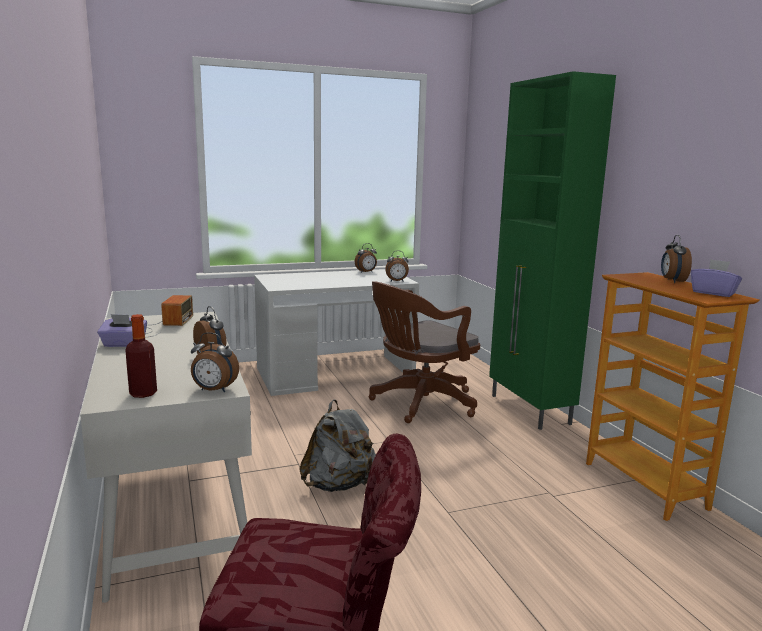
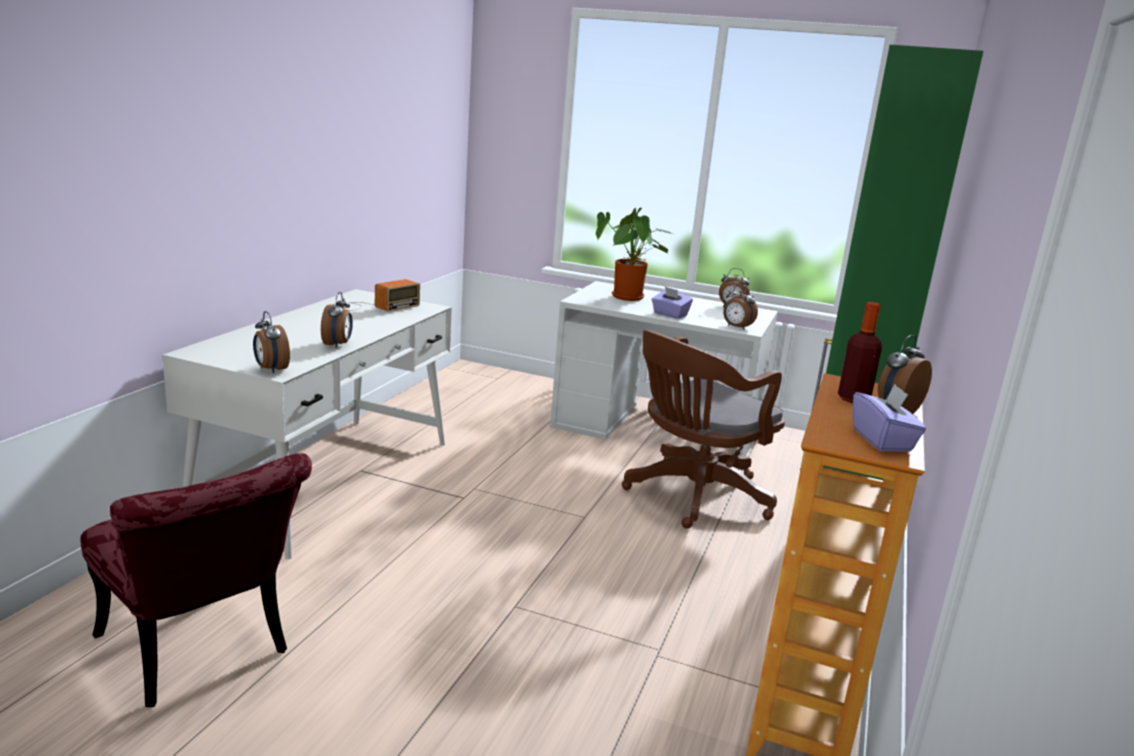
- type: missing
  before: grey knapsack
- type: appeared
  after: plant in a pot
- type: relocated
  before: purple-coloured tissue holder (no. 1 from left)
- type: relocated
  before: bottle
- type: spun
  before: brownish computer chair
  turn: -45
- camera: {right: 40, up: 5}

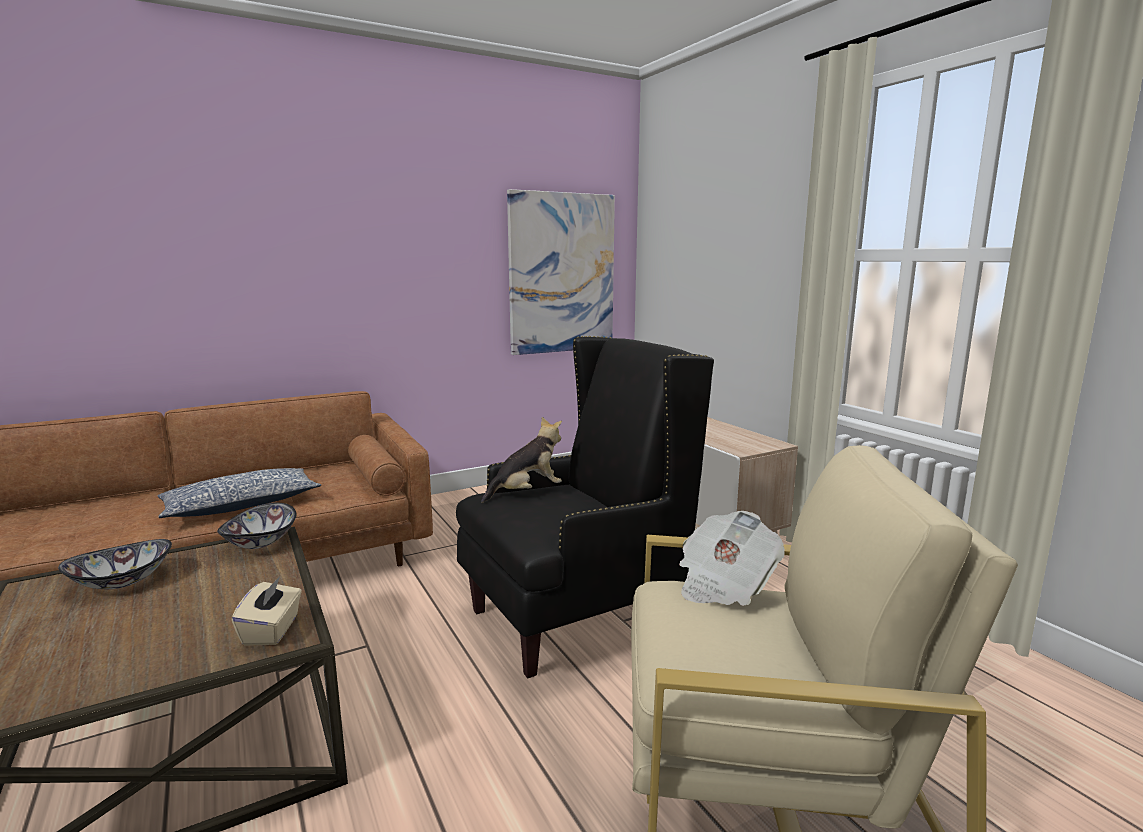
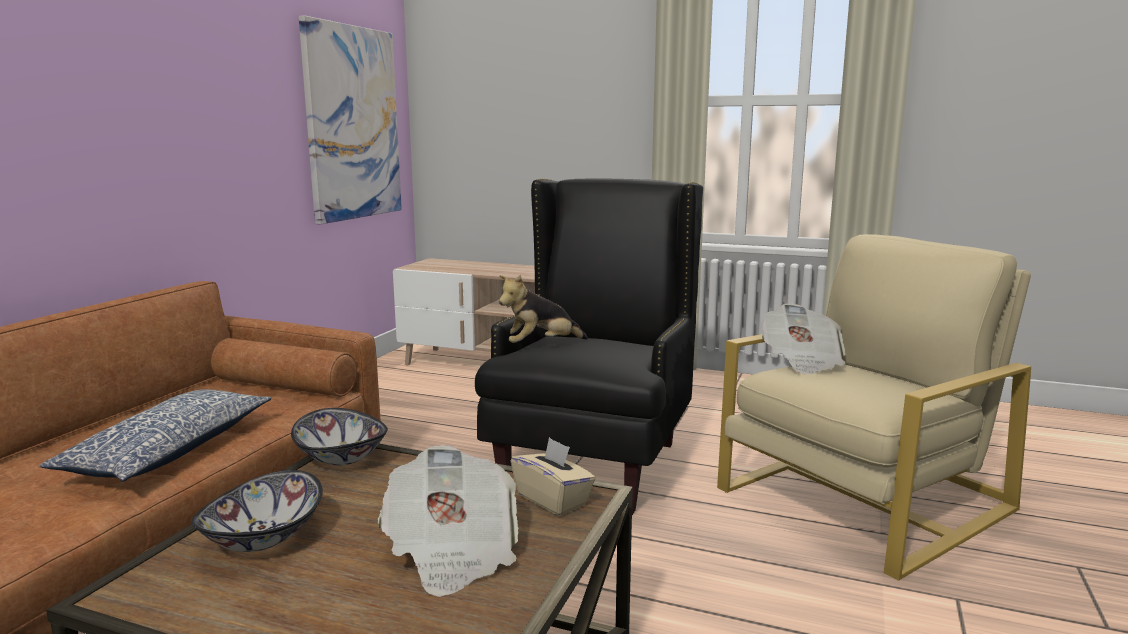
- type: appeared
  after: newspaper (no. 1 from left)
- type: spun
  before: plush toy
  turn: -135
- camera: {right: -40, up: 0}

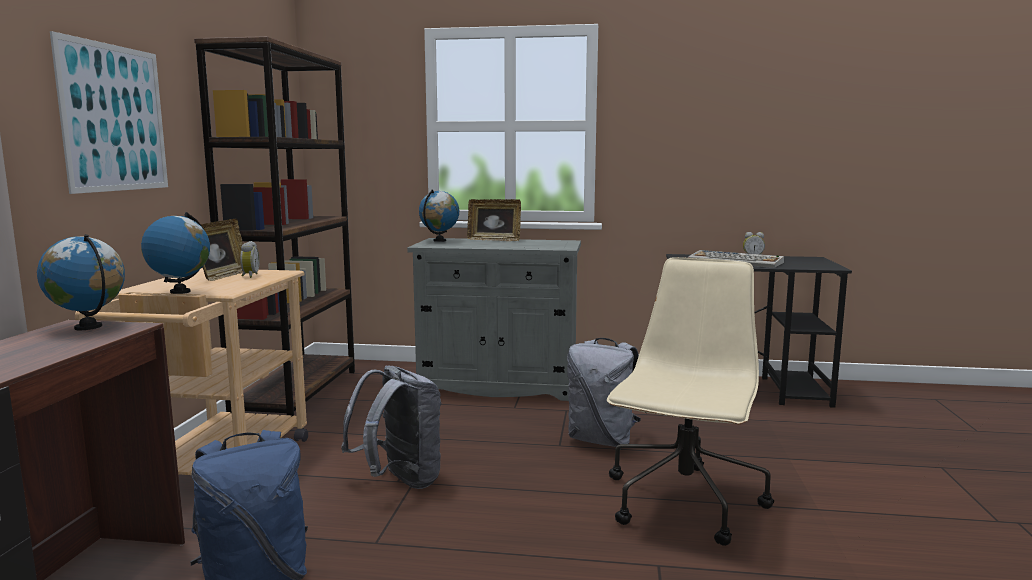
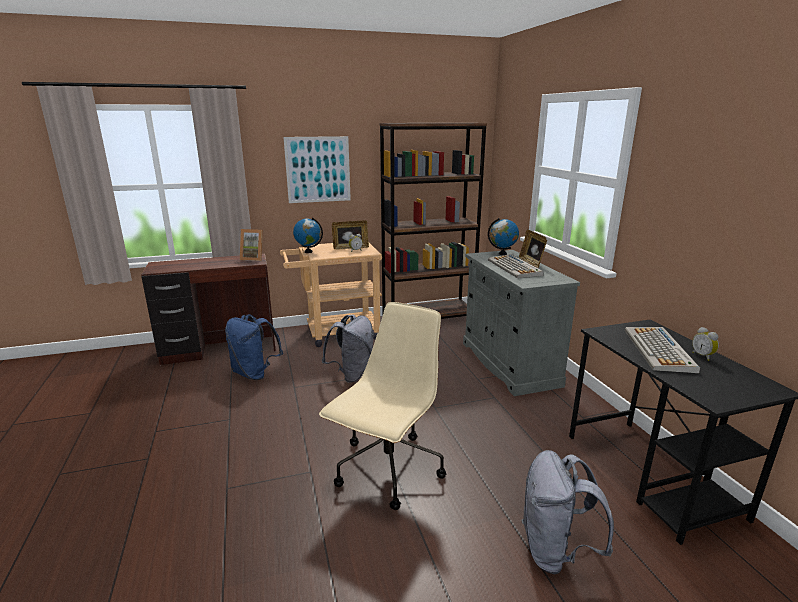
- type: appeared
  after: PC keyboard (no. 1 from left)
- type: relocated
  before: grey knapsack (no. 2 from left)
- type: exchanged
  before: world globe (no. 1 from left)
  after: photo frame (no. 1 from left)
- type: spun
  before: beige computer chair
  turn: -60
- camera: {right: 65, up: 10}

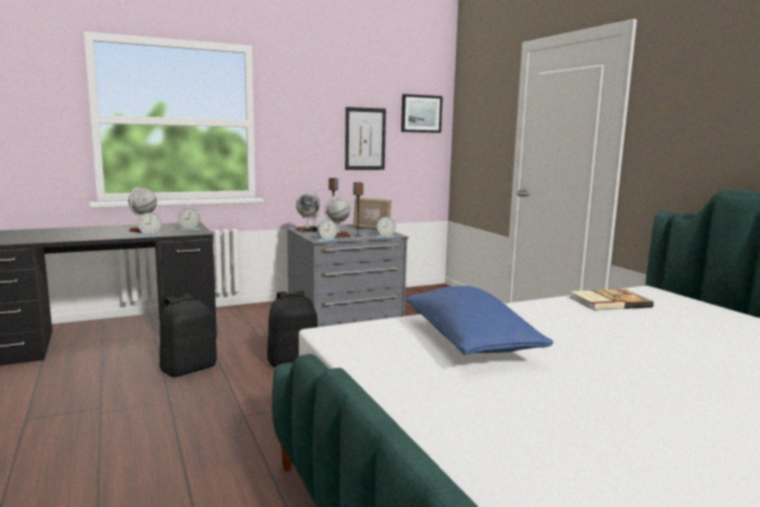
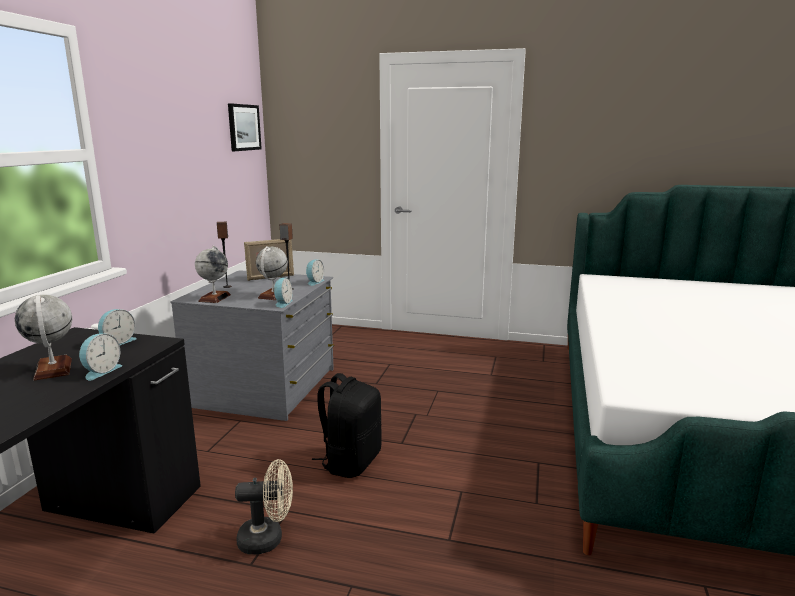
- type: missing
  before: picture (no. 1 from left)
- type: missing
  before: blue-coloured throw pillow
- type: missing
  before: volume
- type: exchanged
  before: black knapsack (no. 1 from left)
  after: beige electric fan
- camera: {right: -50, up: 5}

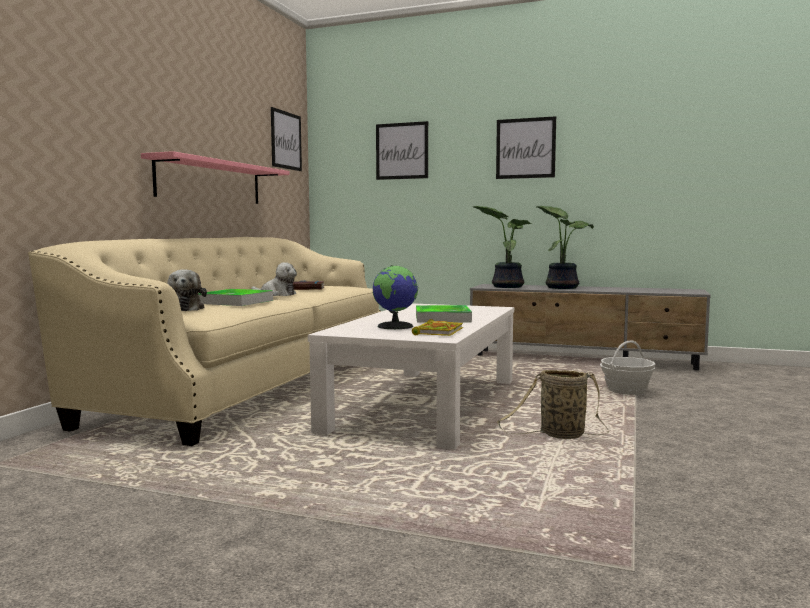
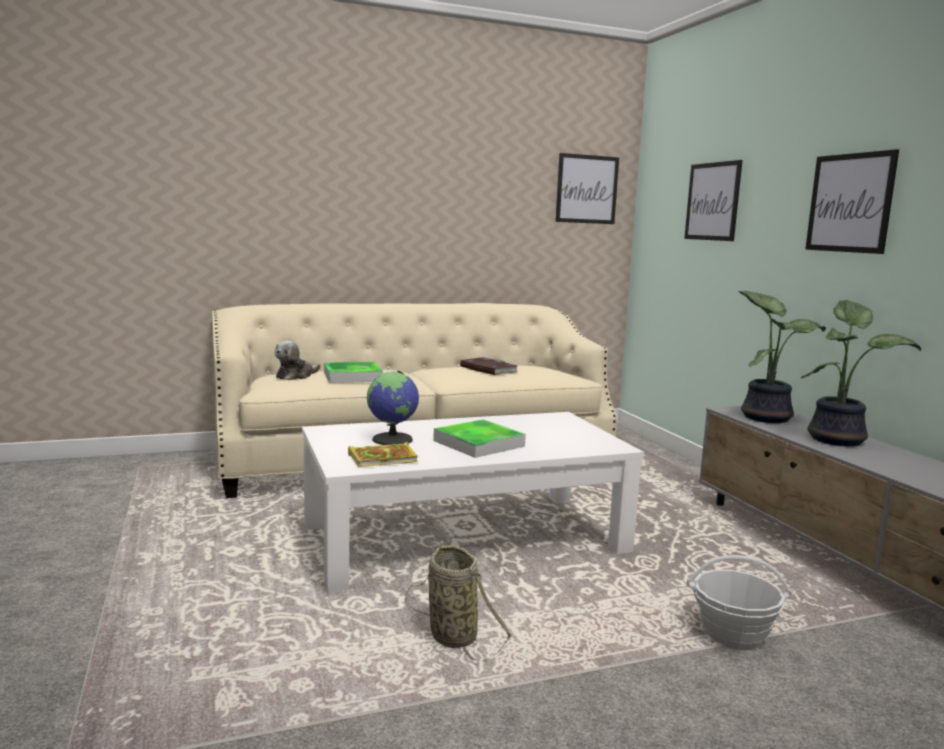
- type: missing
  before: pink wall shelf
- type: missing
  before: plush toy (no. 2 from left)
- camera: {right: 50, up: 5}

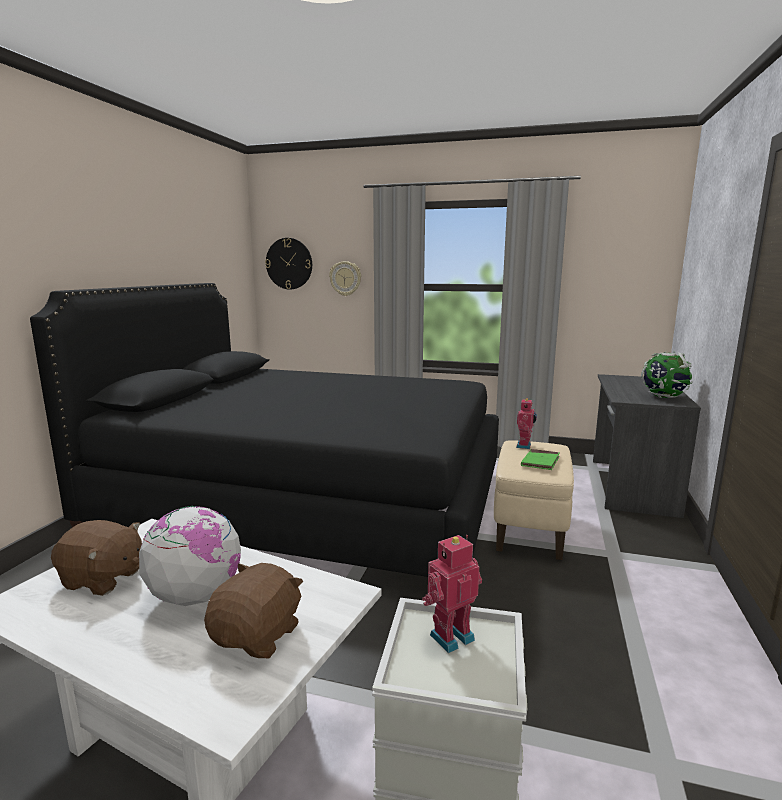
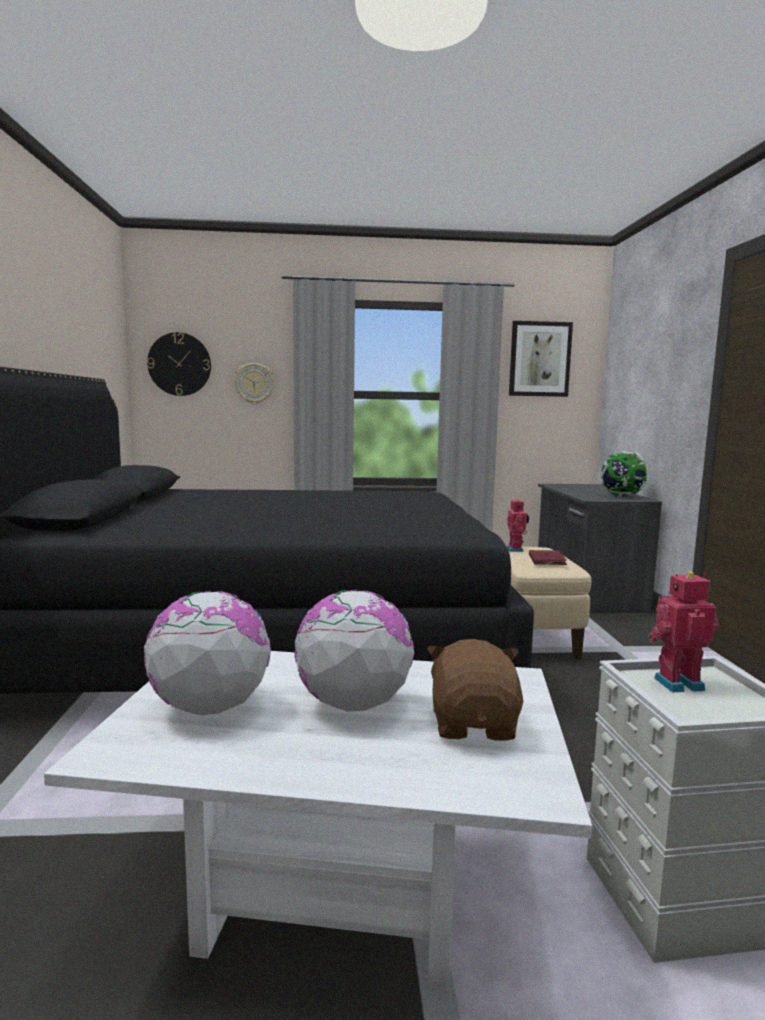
- type: appeared
  after: picture
- type: exchanged
  before: brownish plush toy (no. 1 from left)
  after: world globe (no. 1 from left)
- type: colour
  before: green-coloured volume
  after: red-coloured volume
- type: spun
  before: model robot (no. 1 from left in the first image)
  turn: 45
- camera: {right: -20, up: -5}

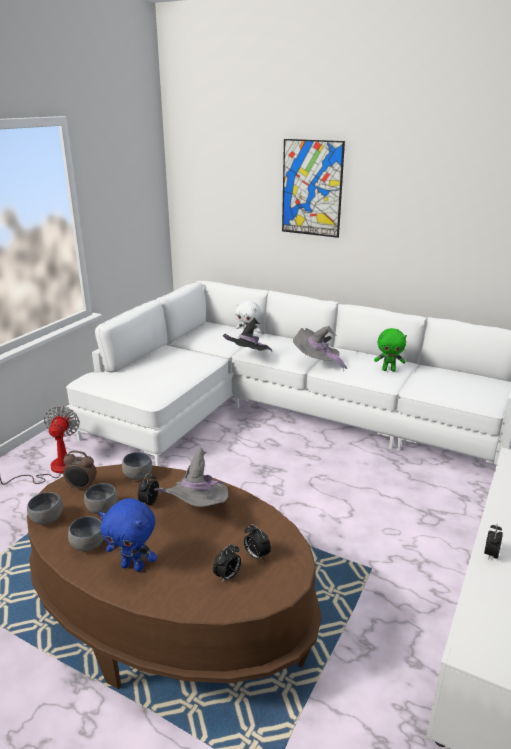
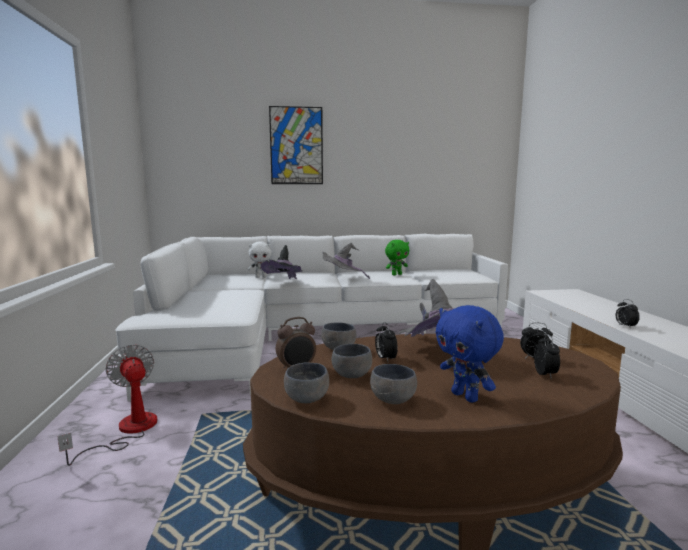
- type: spun
  before: blue-coloured plush toy
  turn: 75
- camera: {right: -35, up: -15}

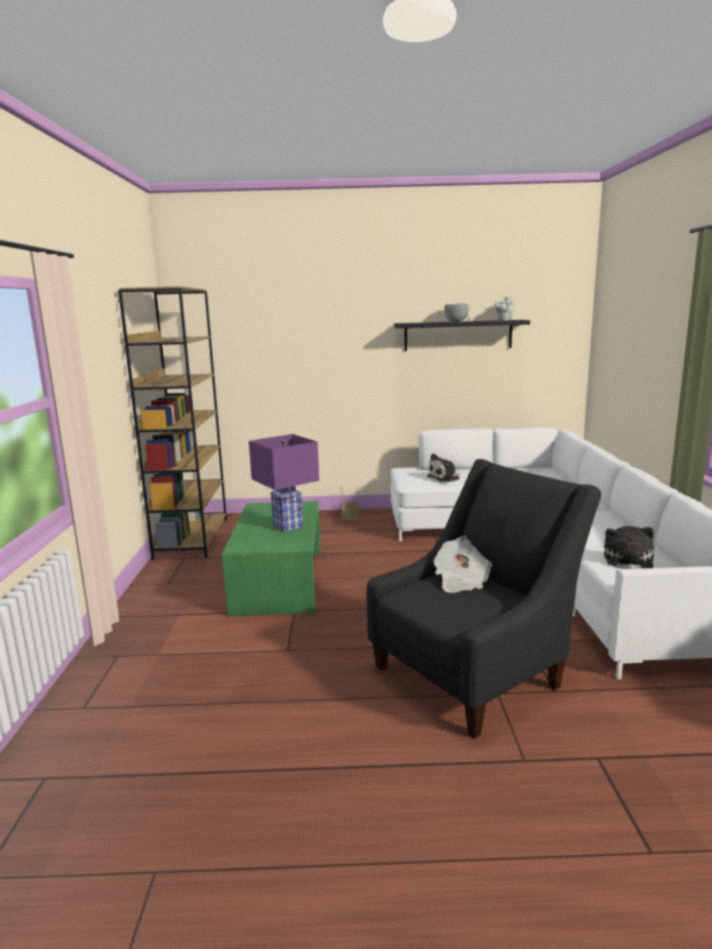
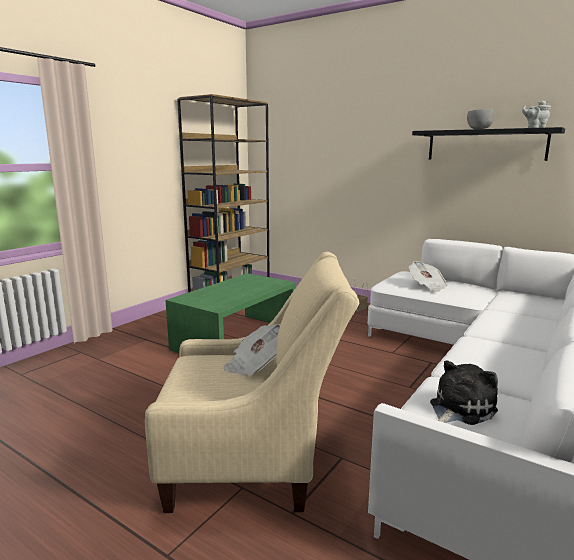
- type: missing
  before: purple-coloured tabletop lamp
- type: exchanged
  before: plush toy (no. 1 from left)
  after: newspaper (no. 2 from left)
- type: colour
  before: black armchair
  after: beige armchair
- camera: {right: 35, up: 0}

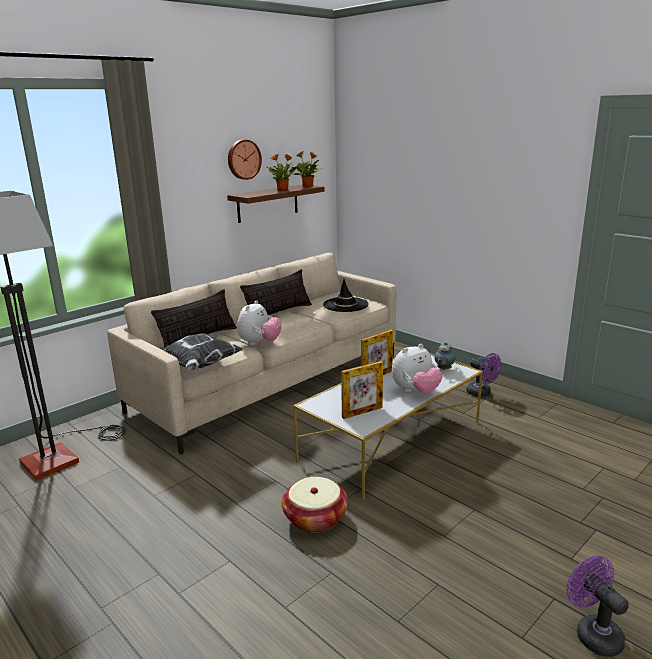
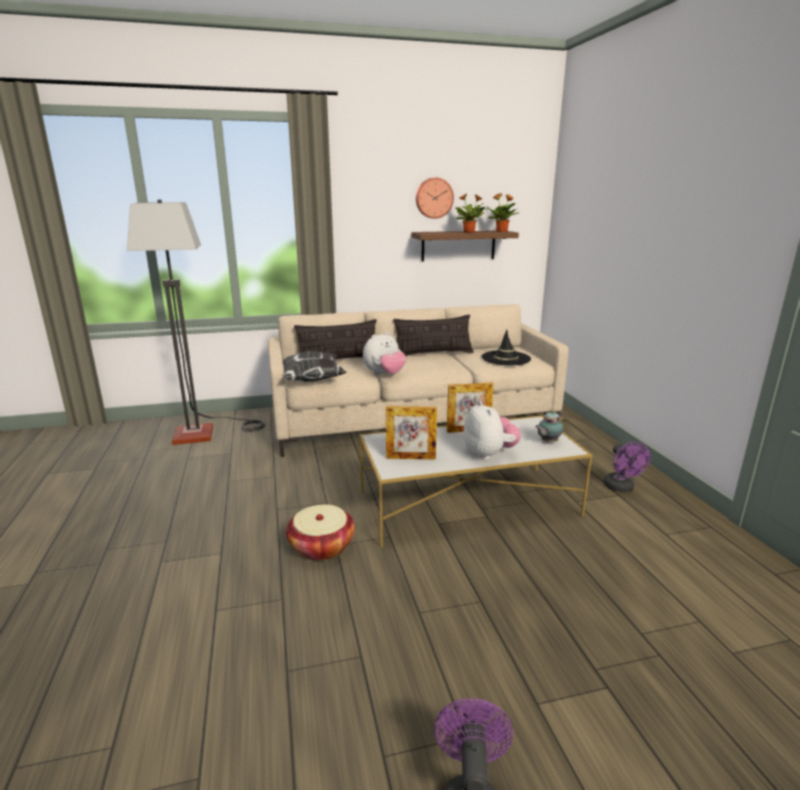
- type: spun
  before: plush toy (no. 2 from left)
  turn: -105
- camera: {right: 30, up: 0}

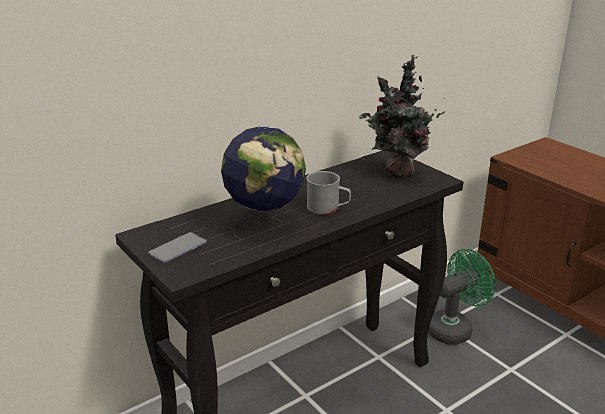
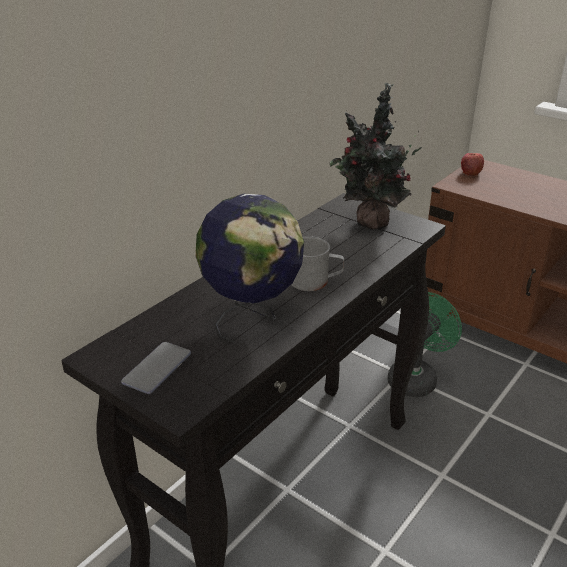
- type: appeared
  after: apple
- camera: {right: -15, up: 5}

